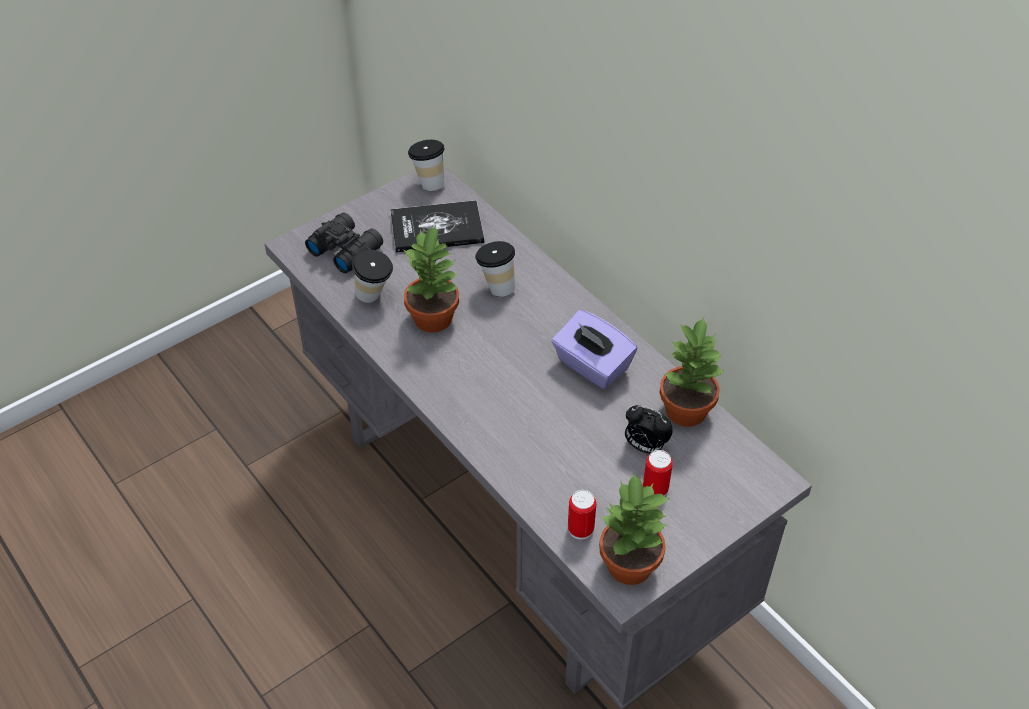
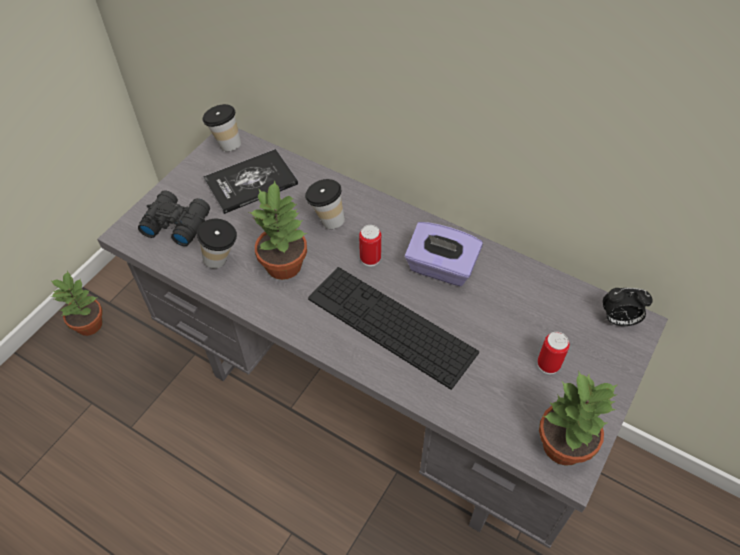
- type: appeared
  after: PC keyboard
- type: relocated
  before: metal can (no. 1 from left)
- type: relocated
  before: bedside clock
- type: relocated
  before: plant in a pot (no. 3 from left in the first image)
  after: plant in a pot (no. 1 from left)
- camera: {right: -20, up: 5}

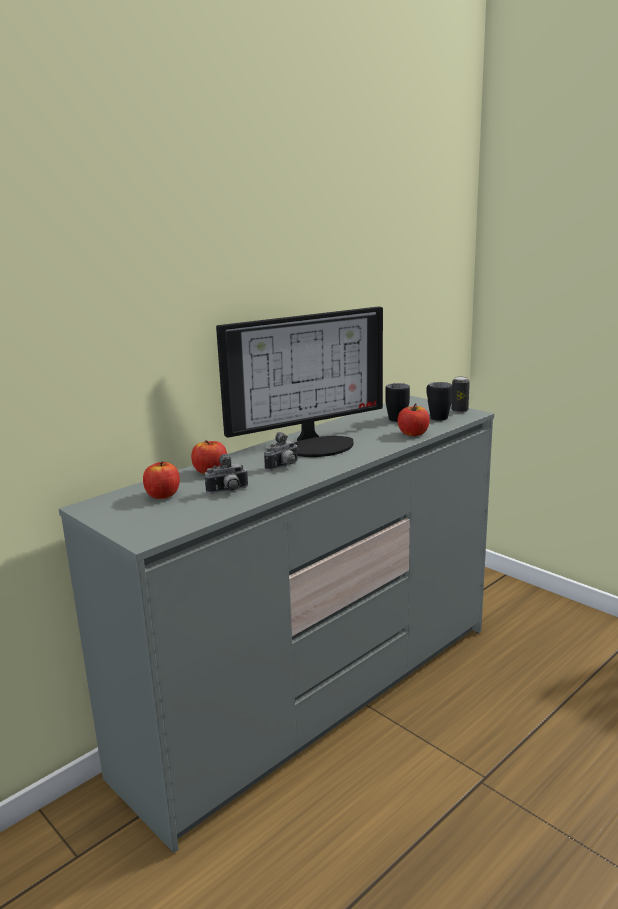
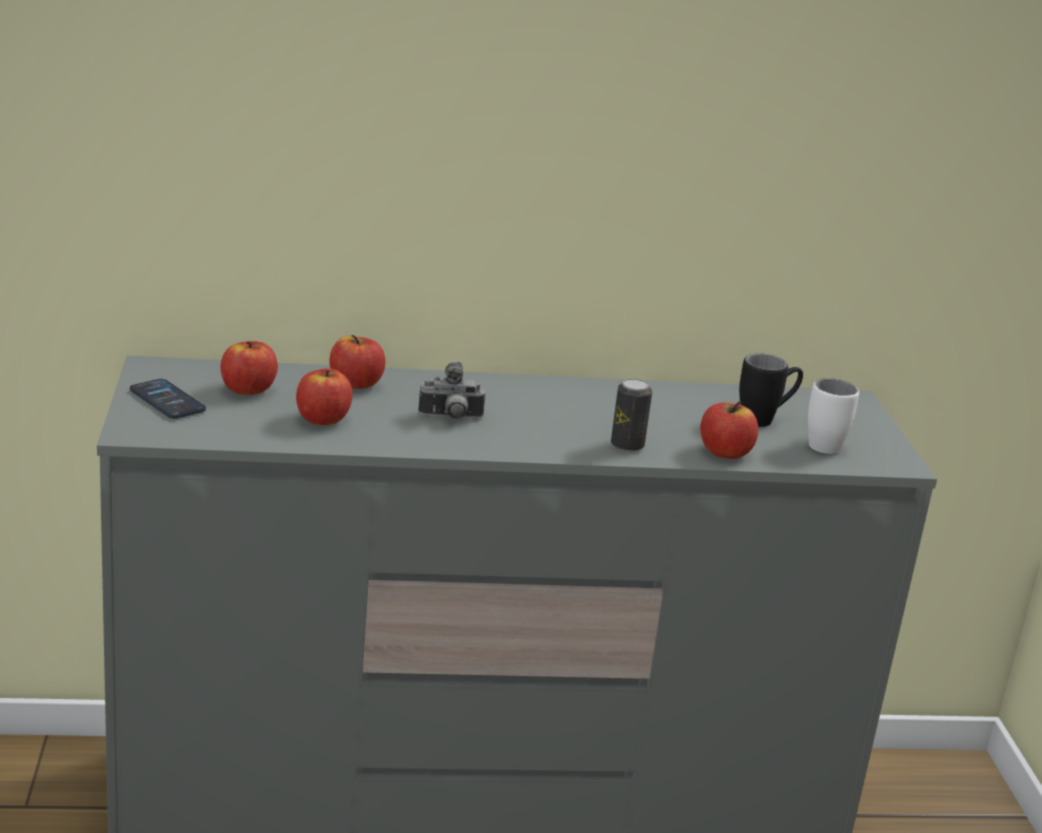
- type: missing
  before: computer display
- type: appeared
  after: handset
- type: relocated
  before: metal can
- type: exchanged
  before: still camera (no. 1 from left)
  after: apple (no. 2 from left)
- type: colour
  before: black coffee mug (no. 2 from left)
  after: white coffee mug
- camera: {right: 35, up: 5}

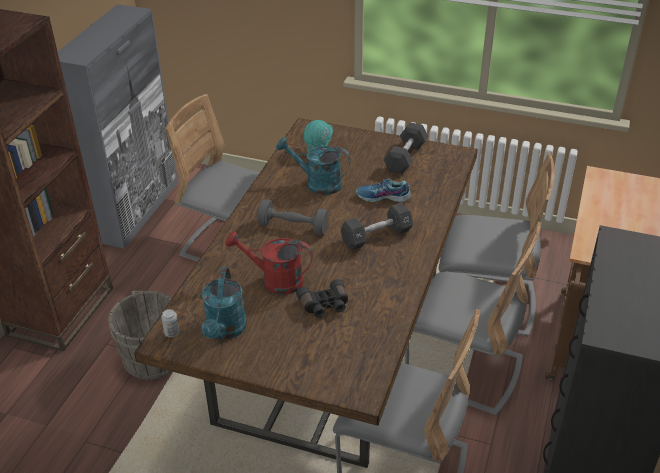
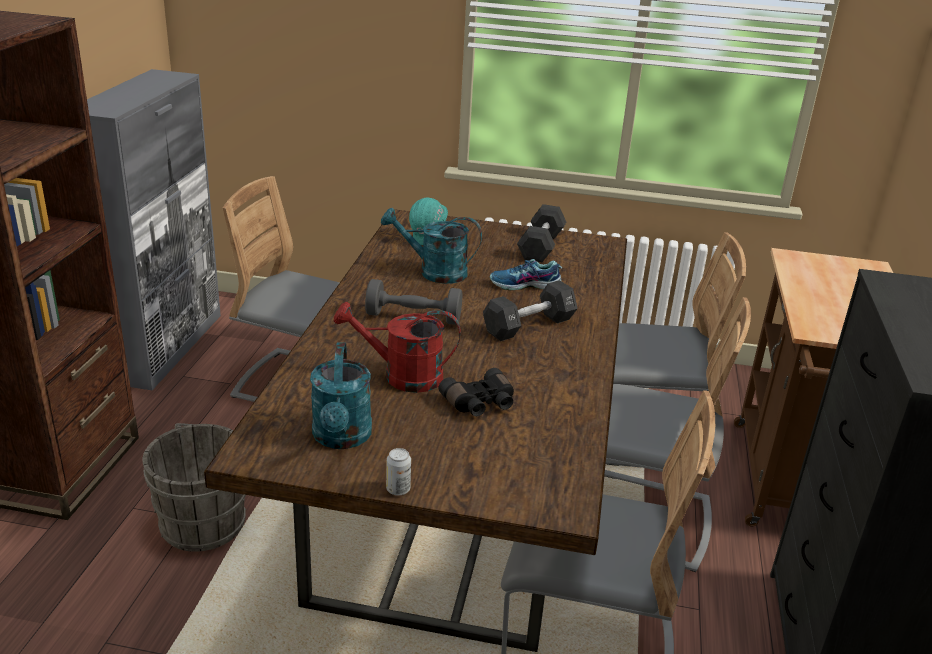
- type: relocated
  before: metal can
- camera: {right: -10, up: -10}

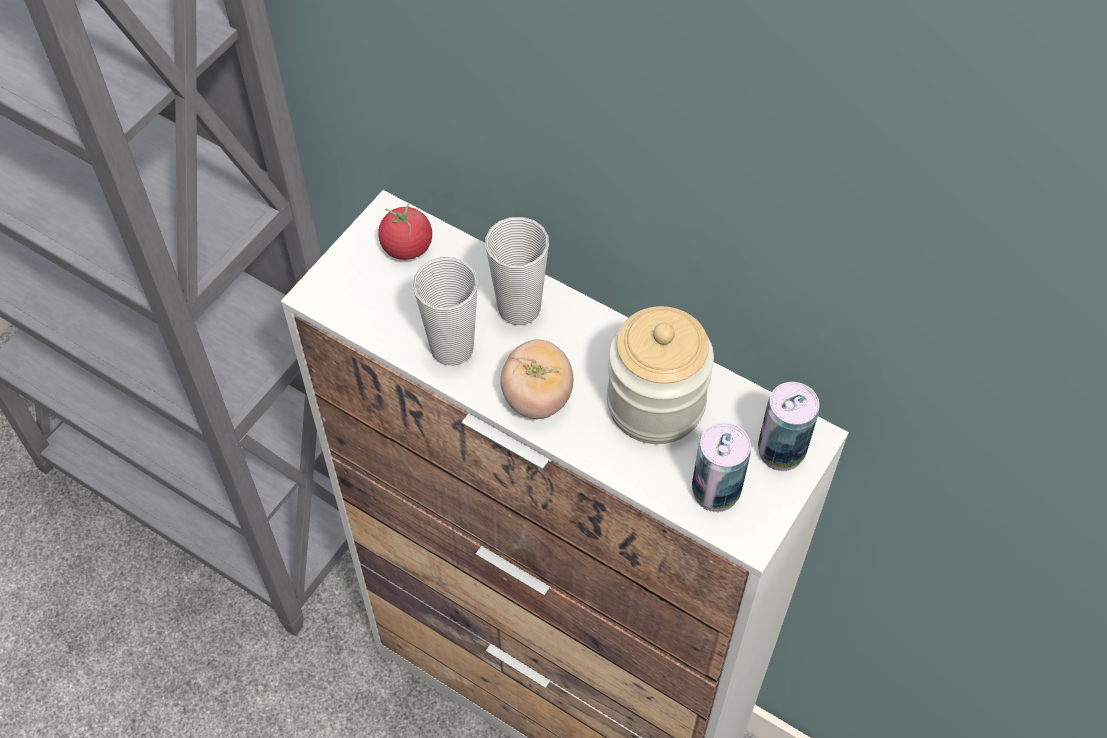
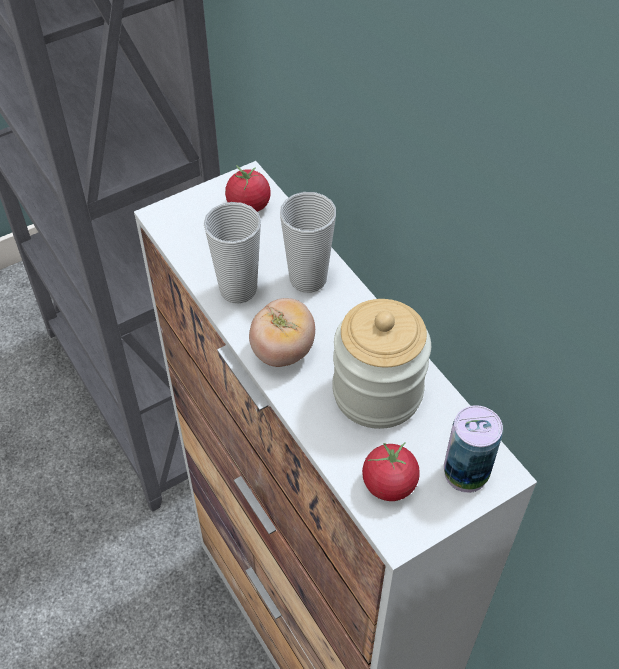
- type: exchanged
  before: metal can (no. 1 from left)
  after: fresh tomato (no. 3 from left)
- camera: {right: 25, up: -5}

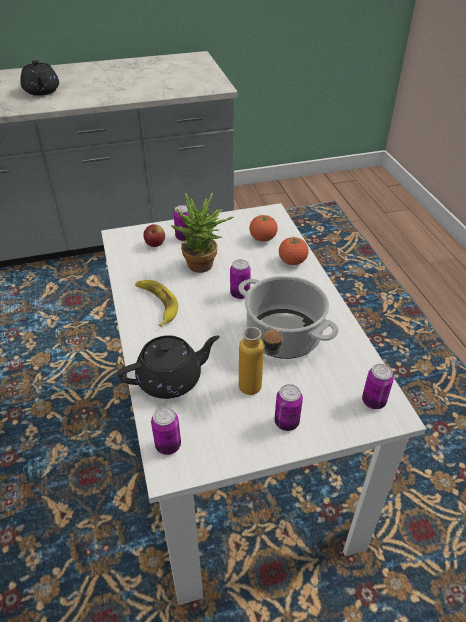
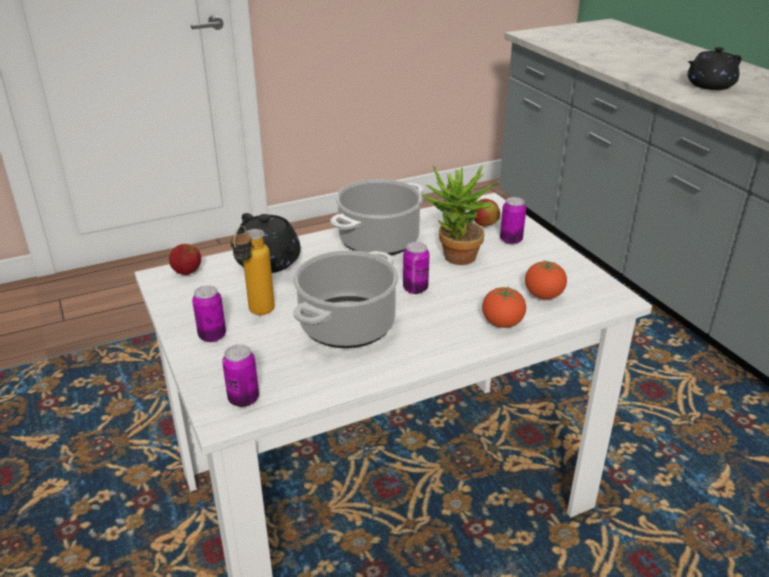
- type: exchanged
  before: banana fruit
  after: saucepot (no. 2 from left)
- type: exchanged
  before: metal can (no. 1 from left)
  after: apple (no. 1 from left)
- camera: {right: 80, up: -10}

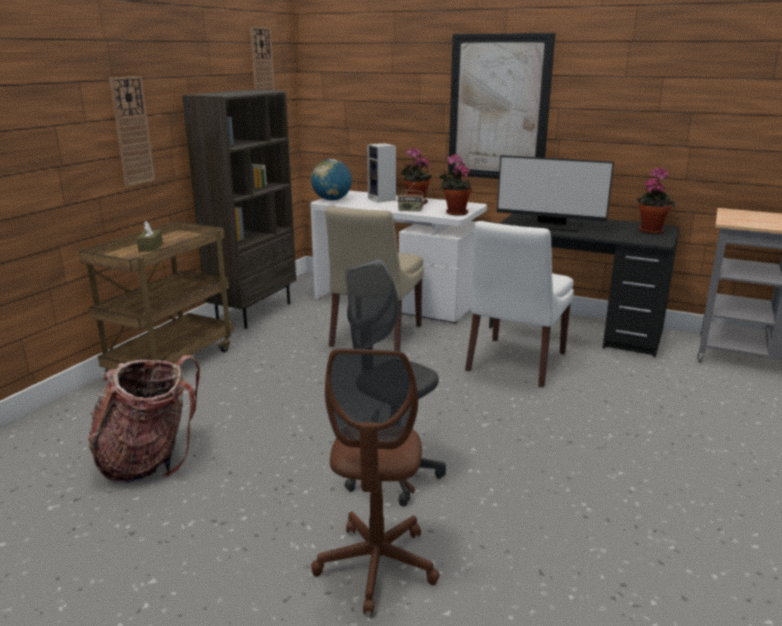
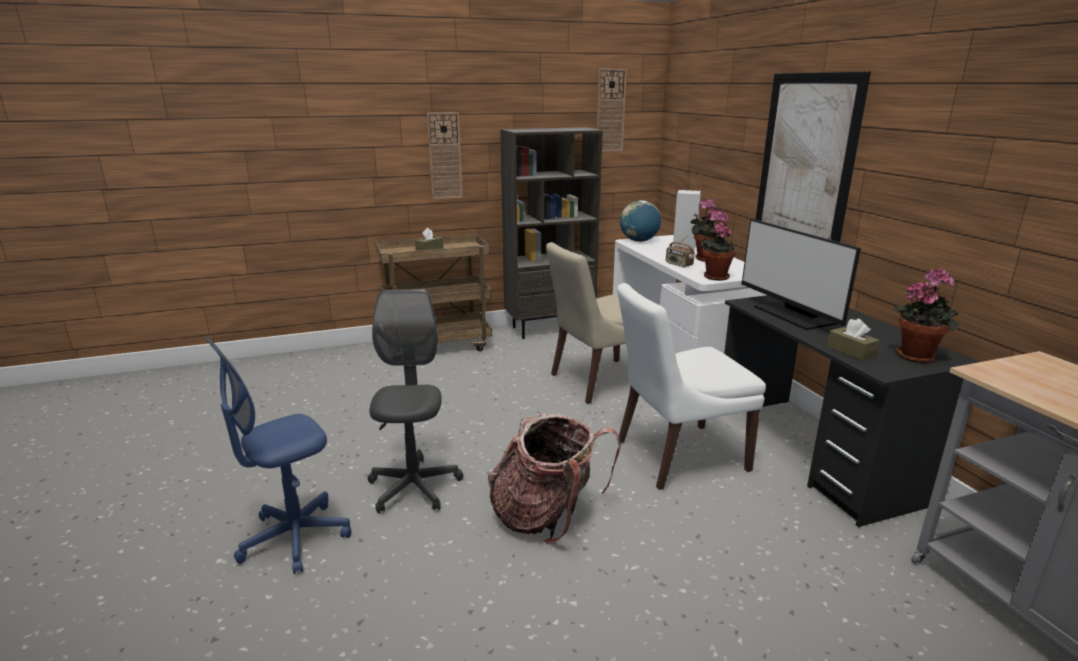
- type: appeared
  after: brownish tissue holder (no. 2 from left)
- type: relocated
  before: knapsack
- type: colour
  before: brownish computer chair
  after: blue-coloured computer chair
- camera: {right: 45, up: 0}

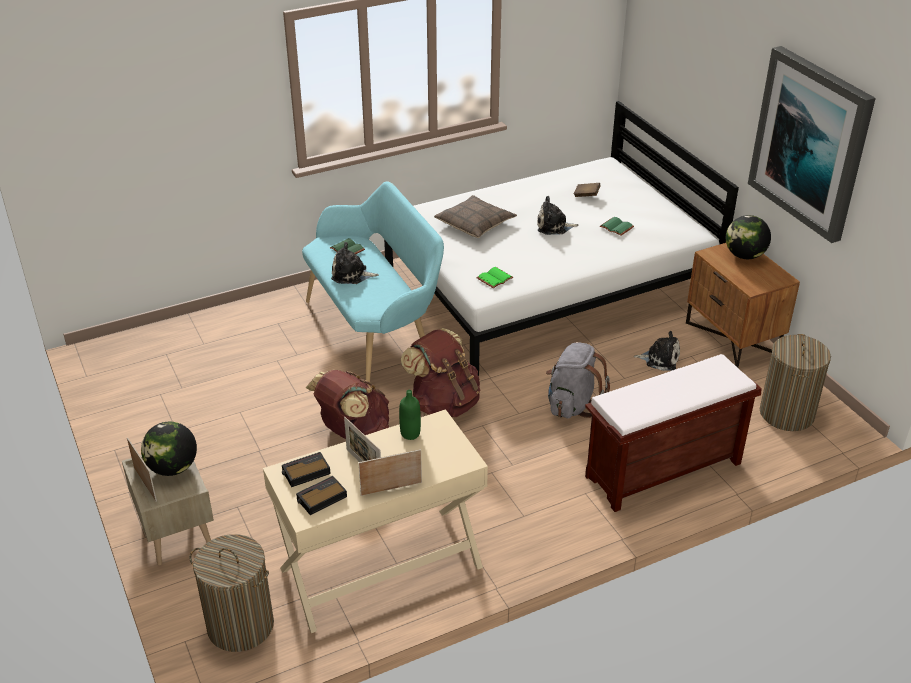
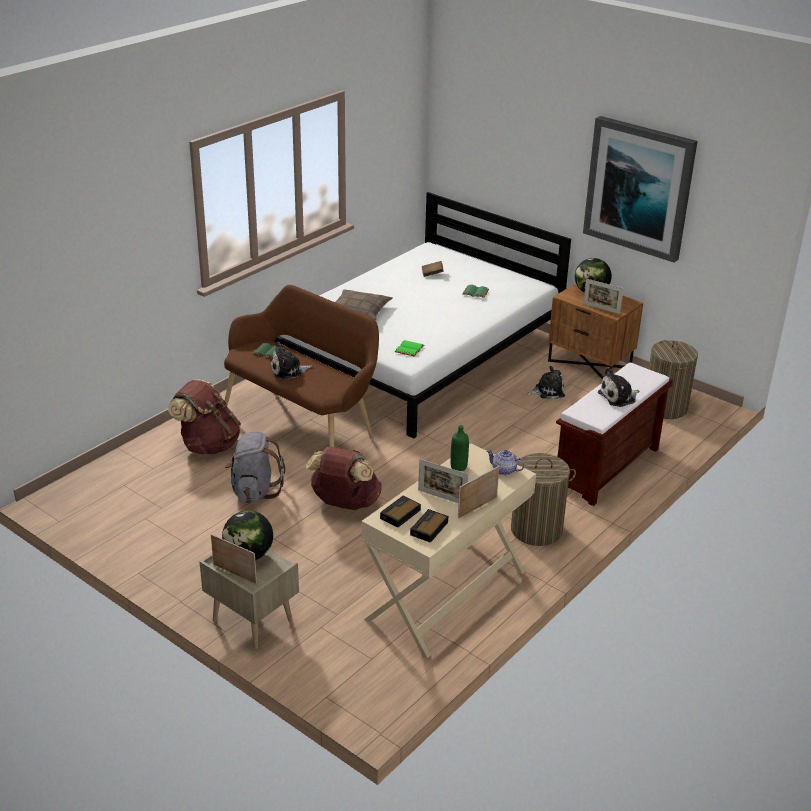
- type: appeared
  after: pot for tea
- type: appeared
  after: photo frame (no. 4 from left)
- type: relocated
  before: washing basket (no. 1 from left)
- type: relocated
  before: brownish knapsack (no. 2 from left in the first image)
  after: brownish knapsack (no. 1 from left)
- type: relocated
  before: plush toy (no. 2 from left in the first image)
  after: plush toy (no. 3 from left)
- type: relocated
  before: grey knapsack
- type: colour
  before: turquoise long seat
  after: brownish long seat (no. 1 from left)
- camera: {right: -25, up: -5}

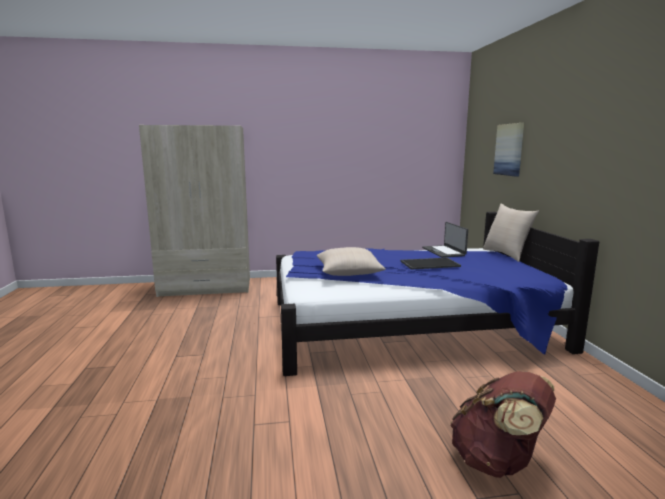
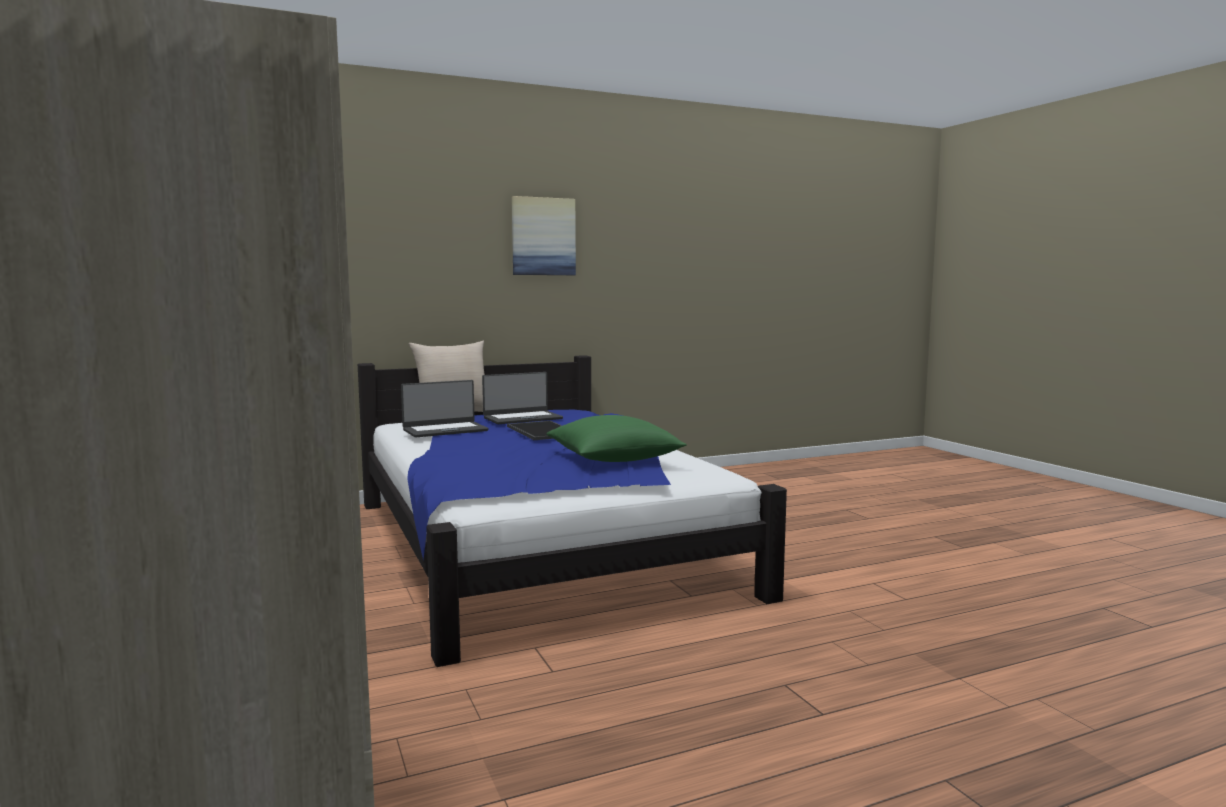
- type: missing
  before: brownish knapsack
- type: appeared
  after: notebook computer (no. 2 from left)
- type: relocated
  before: picture
- type: colour
  before: beige throw pillow (no. 1 from left)
  after: green-coloured throw pillow
- camera: {right: -105, up: -5}

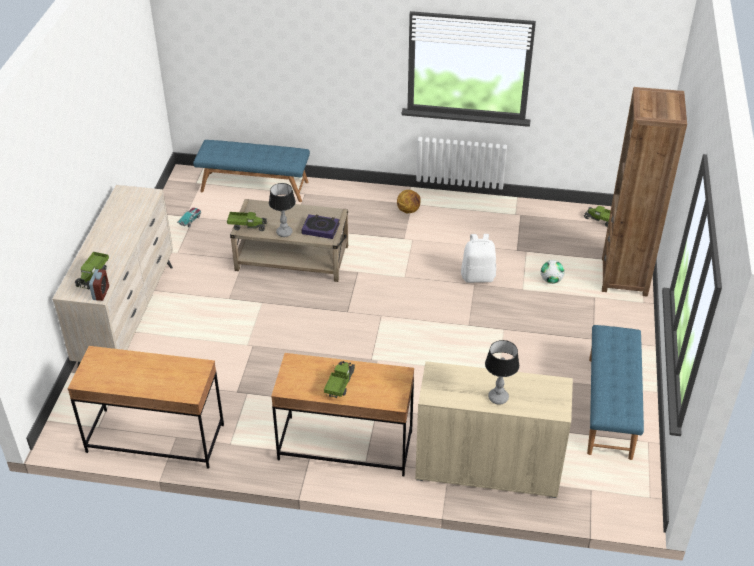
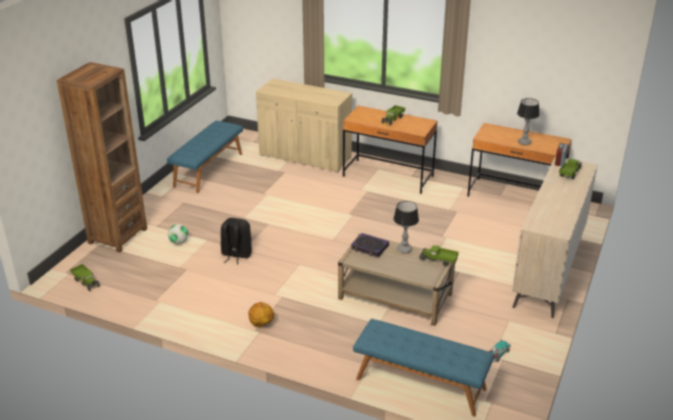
- type: relocated
  before: tabletop lamp (no. 2 from left)
- type: colour
  before: white knapsack
  after: black knapsack
- camera: {right: -165, up: -10}

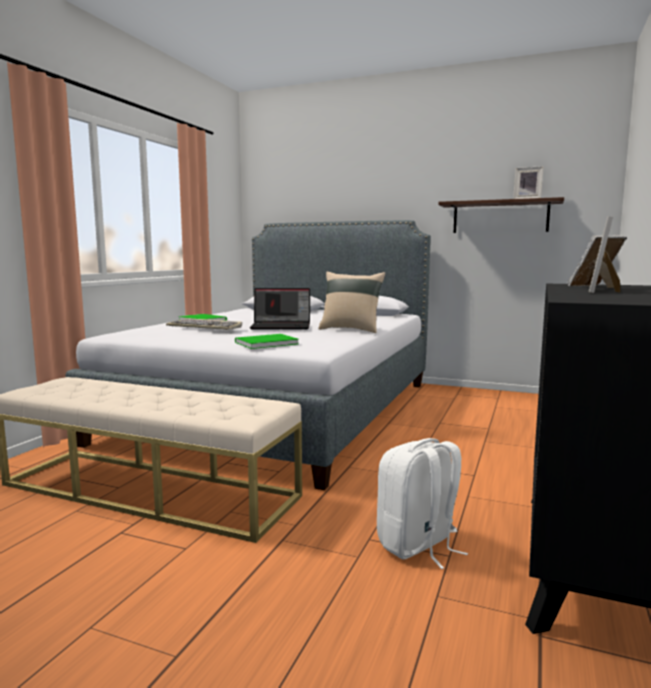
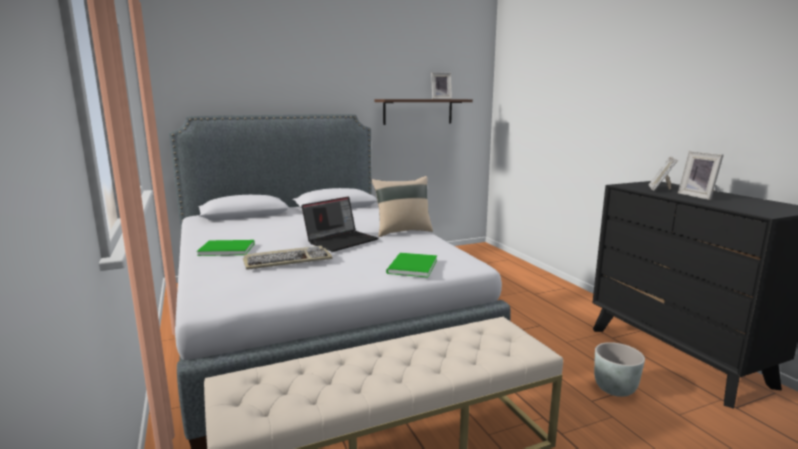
- type: exchanged
  before: white knapsack
  after: grey planter
- camera: {right: -45, up: 5}

